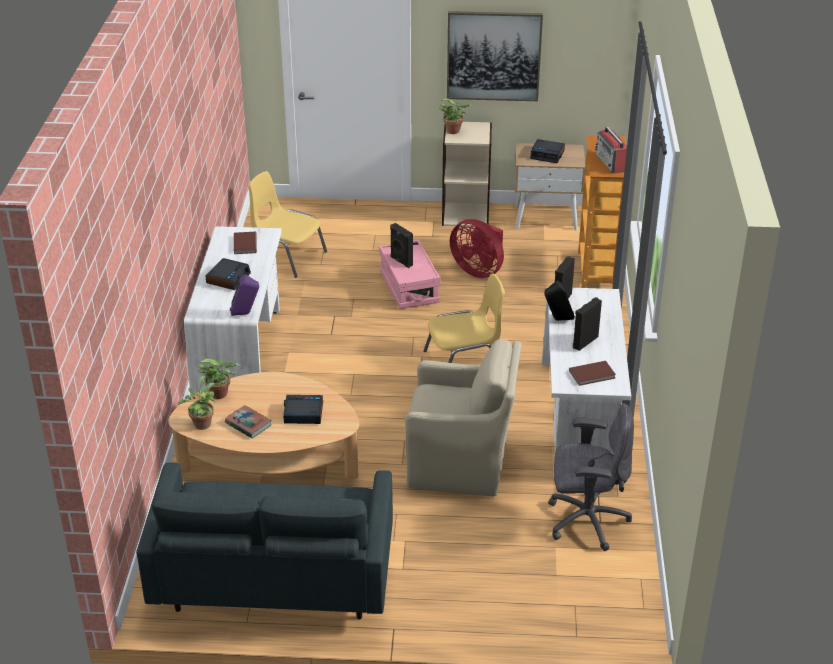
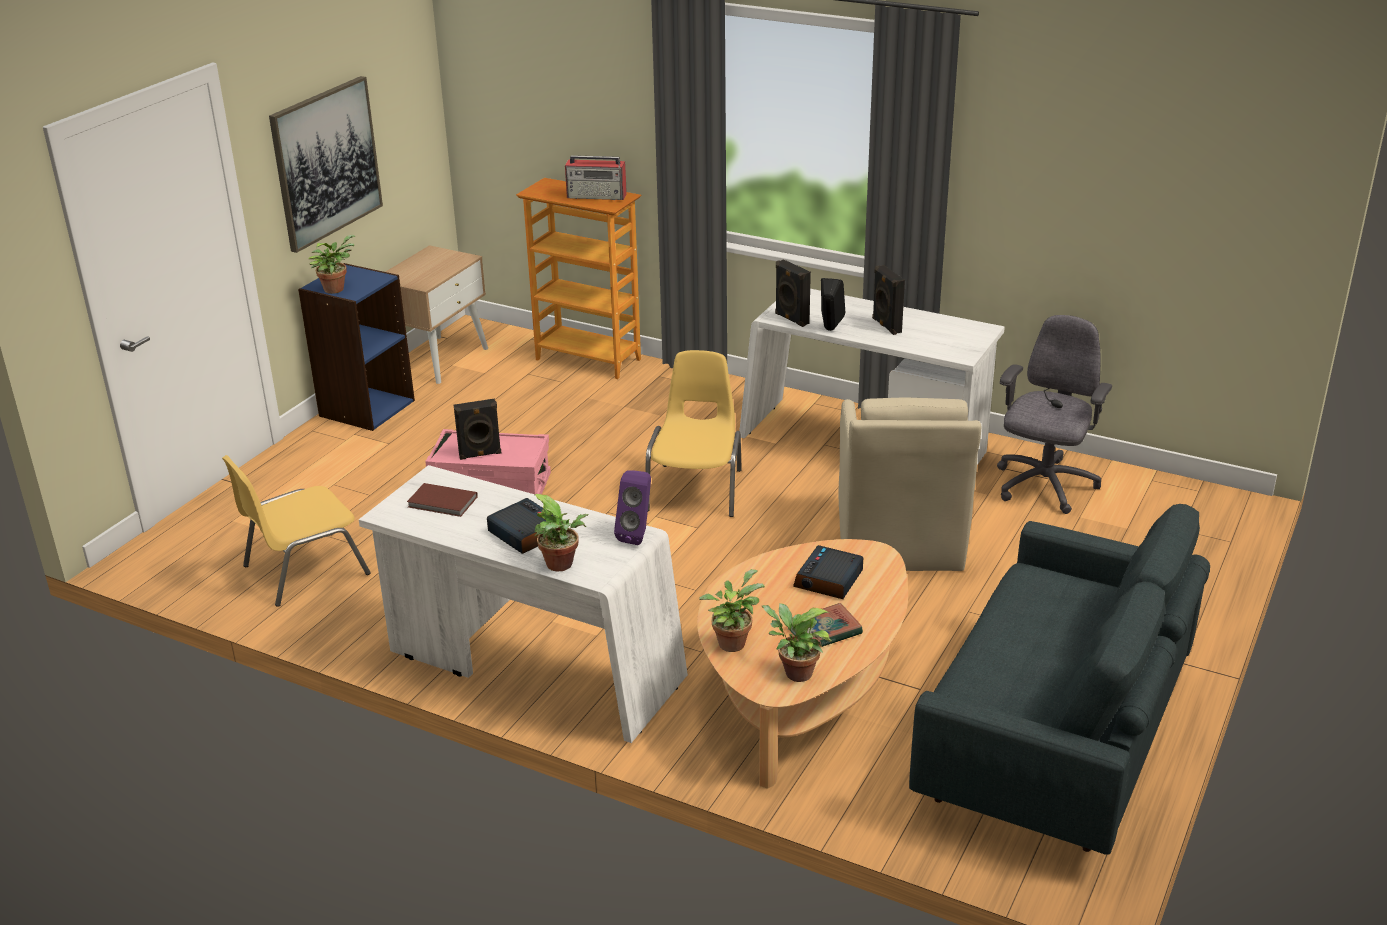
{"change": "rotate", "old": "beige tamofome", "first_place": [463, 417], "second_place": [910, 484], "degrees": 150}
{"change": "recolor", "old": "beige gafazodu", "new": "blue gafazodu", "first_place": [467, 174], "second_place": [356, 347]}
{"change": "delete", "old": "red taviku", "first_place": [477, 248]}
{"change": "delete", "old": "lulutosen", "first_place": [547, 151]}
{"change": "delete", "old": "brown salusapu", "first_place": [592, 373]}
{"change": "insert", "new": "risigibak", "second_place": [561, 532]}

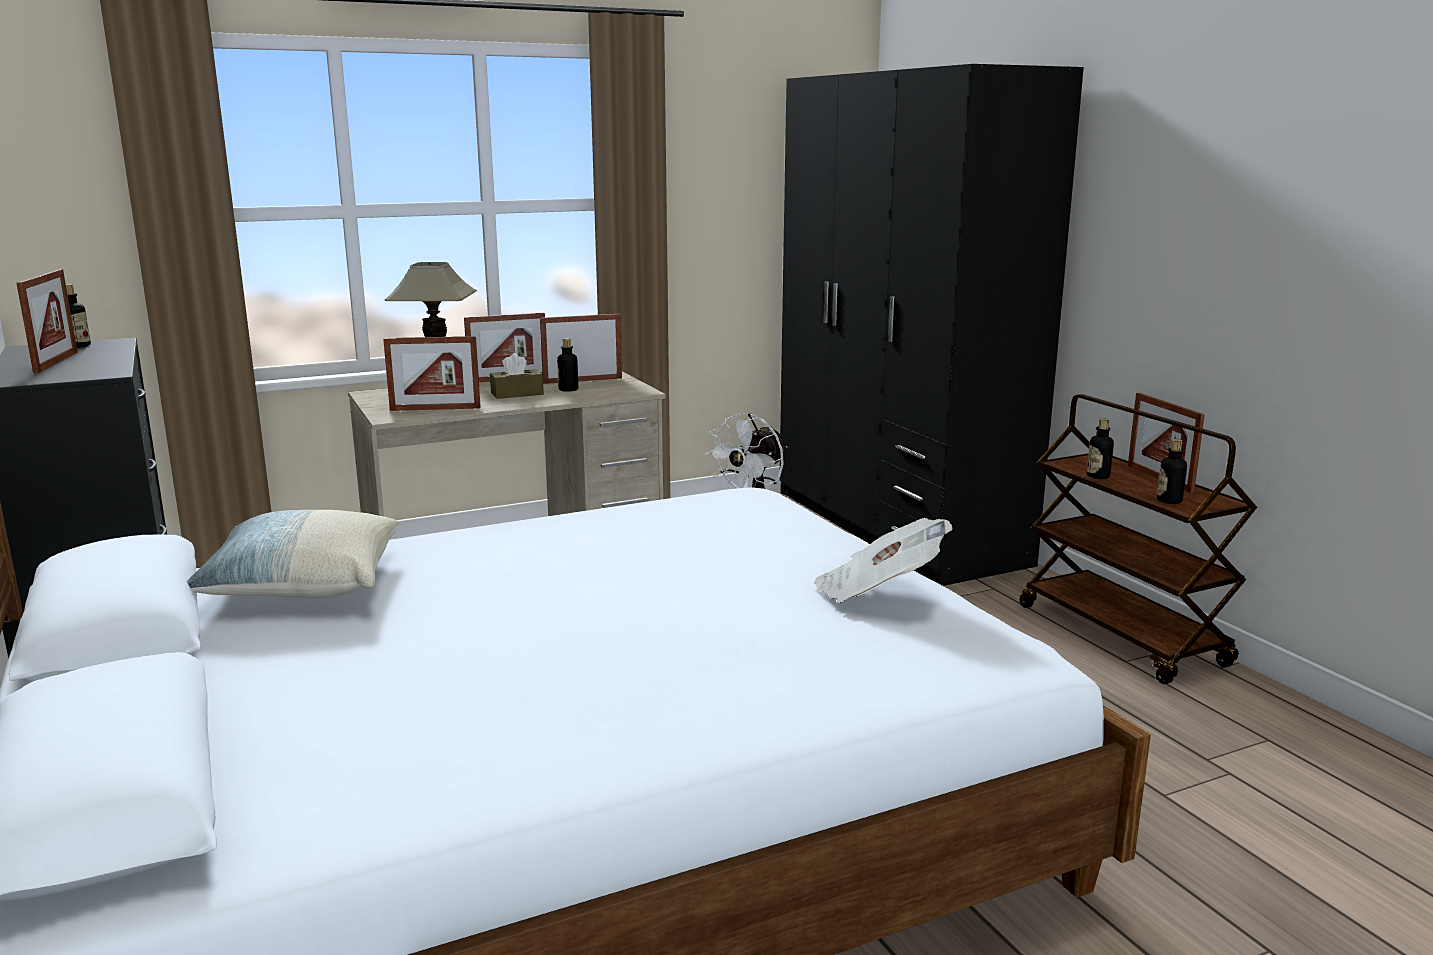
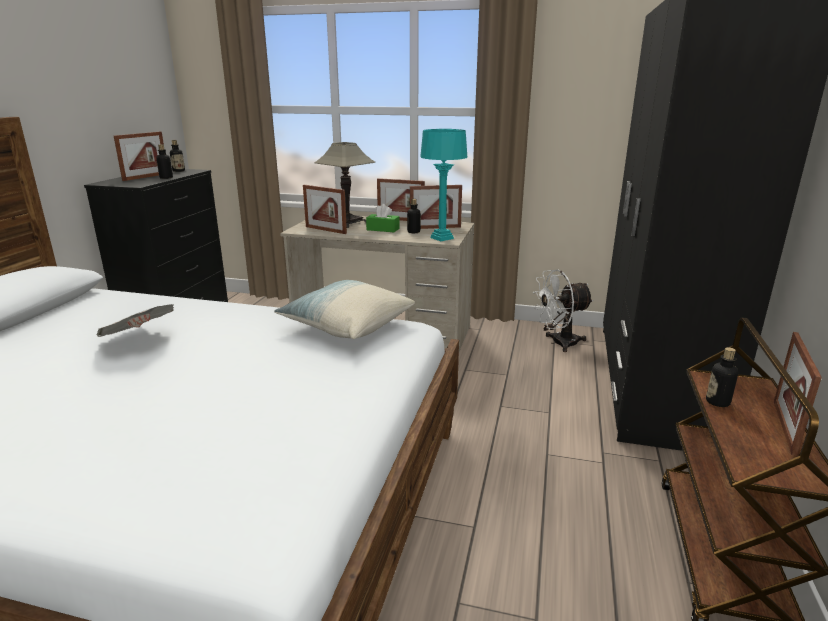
{"change": "move", "old": "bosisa", "first_place": [293, 554], "second_place": [344, 309]}
{"change": "recolor", "old": "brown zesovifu", "new": "green zesovifu", "first_place": [517, 376], "second_place": [383, 218]}
{"change": "rotate", "old": "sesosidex", "first_place": [581, 349], "second_place": [436, 207], "degrees": 150}
{"change": "move", "old": "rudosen", "first_place": [883, 560], "second_place": [135, 320]}
{"change": "move", "old": "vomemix", "first_place": [1172, 471], "second_place": [164, 161]}
{"change": "insert", "new": "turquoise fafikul", "second_place": [443, 185]}

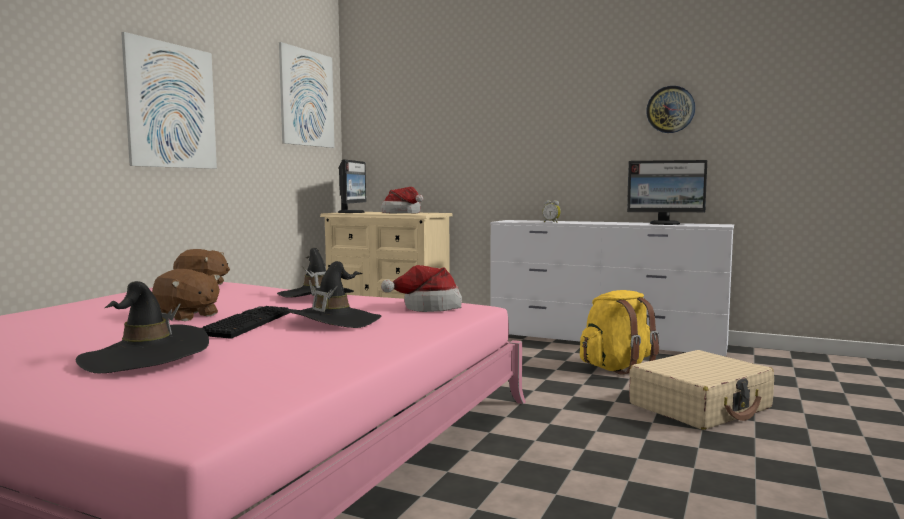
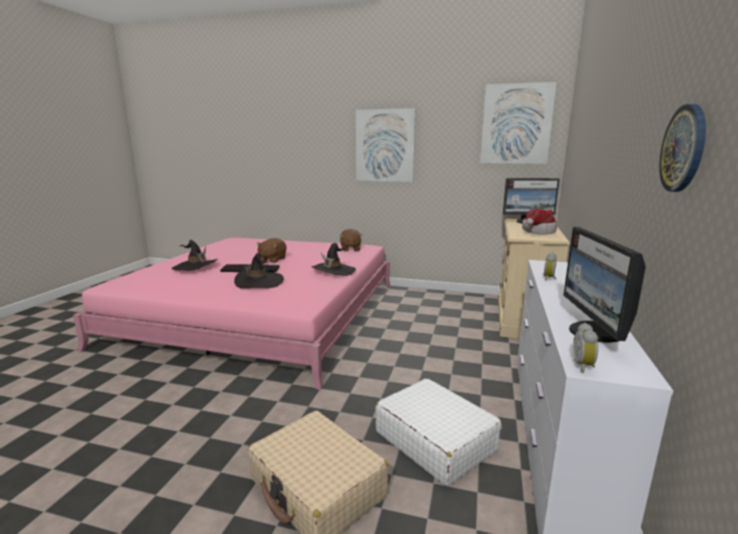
{"change": "delete", "old": "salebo", "first_place": [421, 288]}
{"change": "replace", "old": "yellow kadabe", "new": "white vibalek", "first_place": [620, 332], "second_place": [438, 432]}
{"change": "insert", "new": "lulutosen", "second_place": [585, 348]}

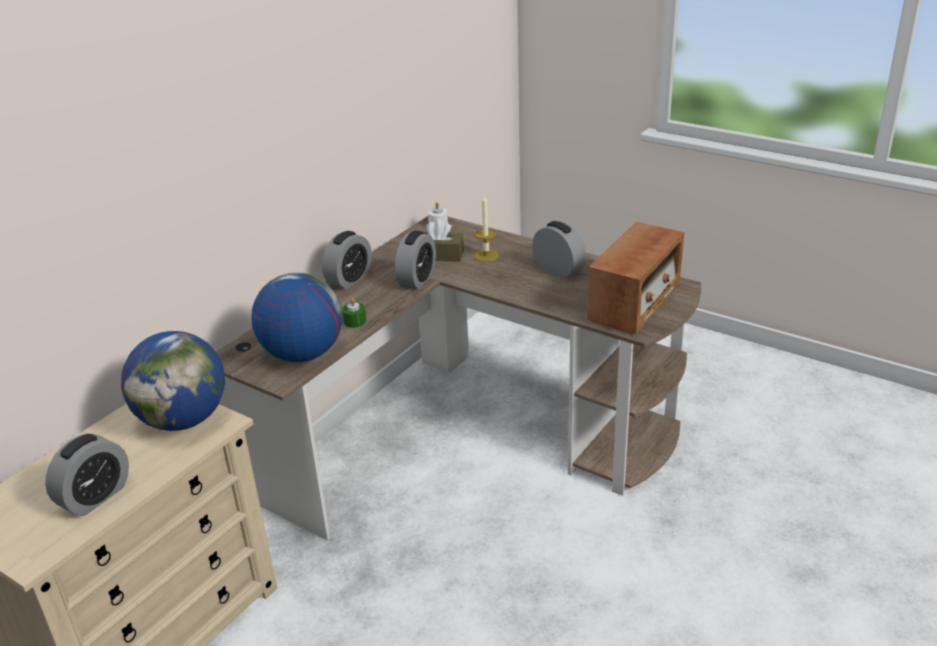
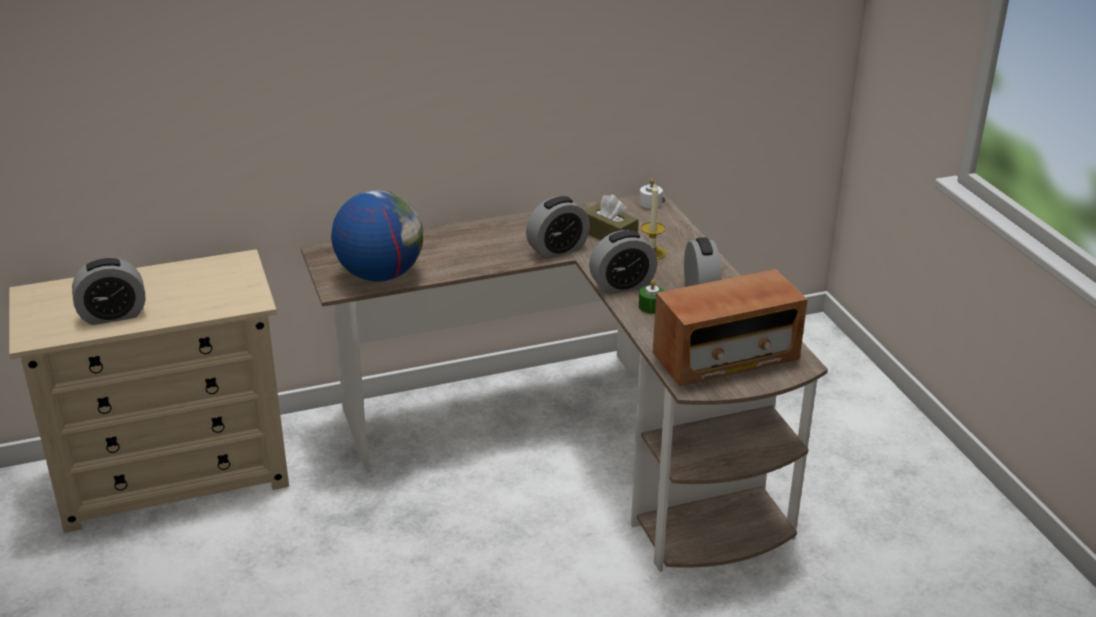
{"change": "delete", "old": "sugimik", "first_place": [173, 381]}
{"change": "move", "old": "lulutosen", "first_place": [347, 260], "second_place": [623, 262]}
{"change": "move", "old": "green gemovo", "first_place": [354, 313], "second_place": [652, 297]}

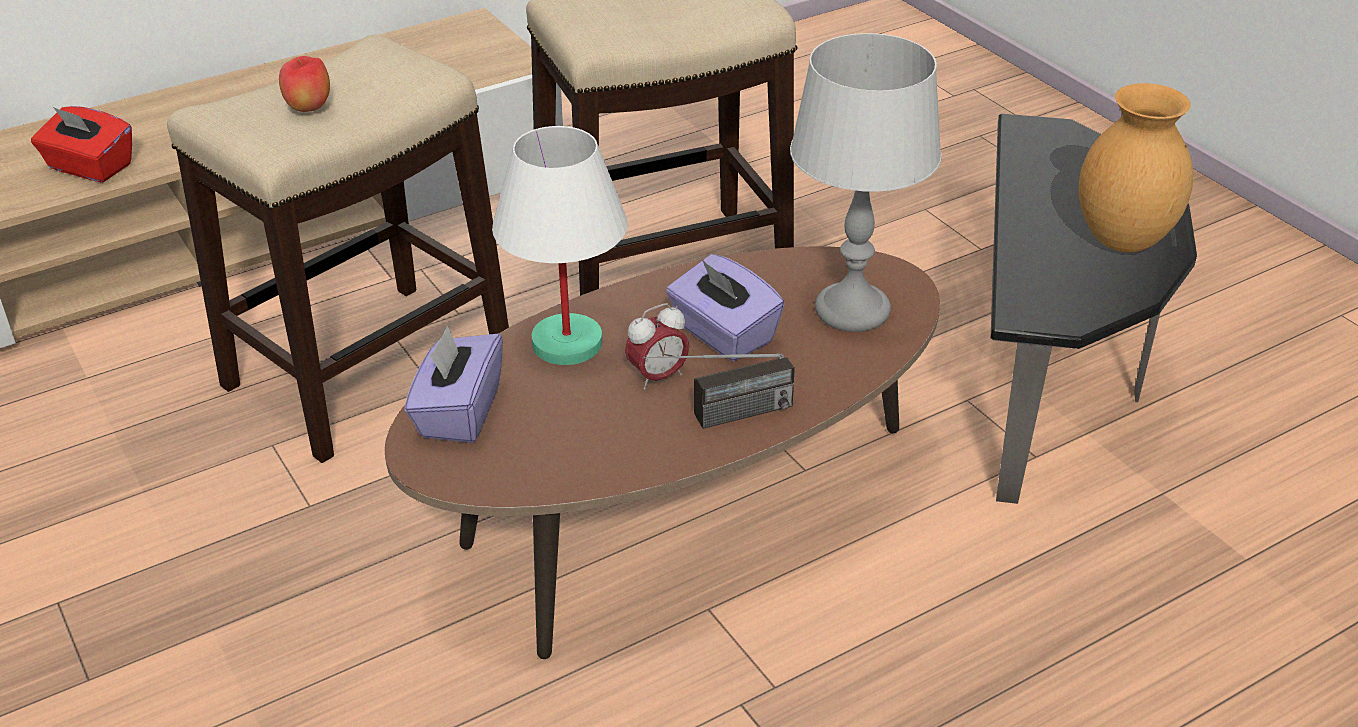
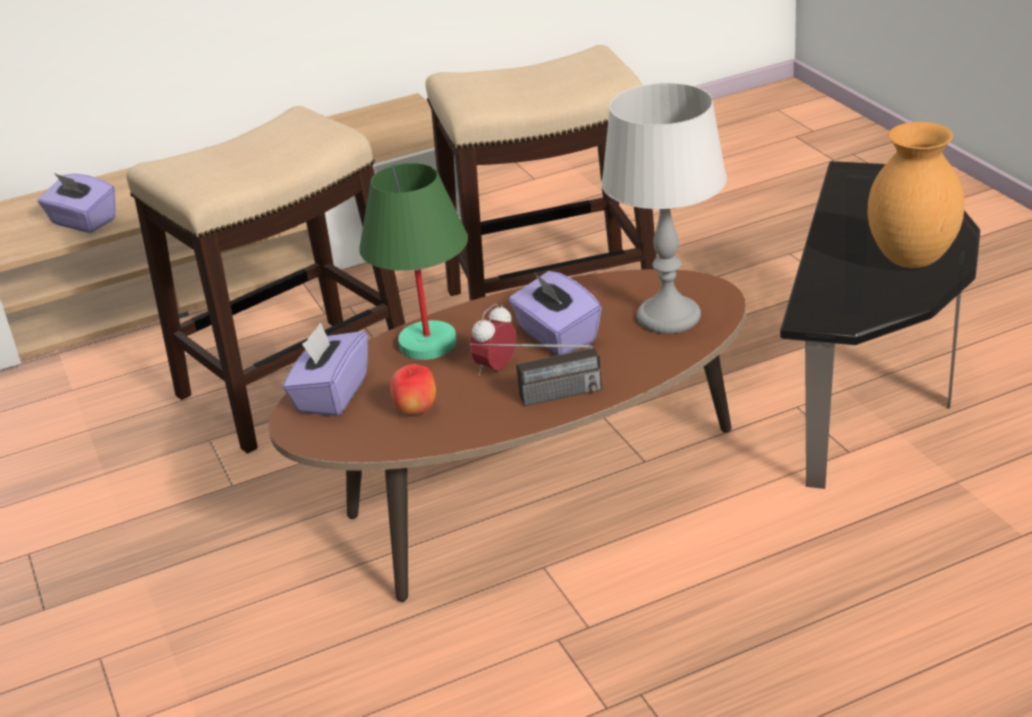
{"change": "recolor", "old": "red zesovifu", "new": "purple zesovifu", "first_place": [81, 144], "second_place": [77, 203]}
{"change": "move", "old": "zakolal", "first_place": [304, 84], "second_place": [413, 389]}
{"change": "recolor", "old": "white fafikul", "new": "green fafikul", "first_place": [560, 245], "second_place": [413, 261]}
{"change": "rotate", "old": "lulutosen", "first_place": [657, 346], "second_place": [493, 340], "degrees": 150}

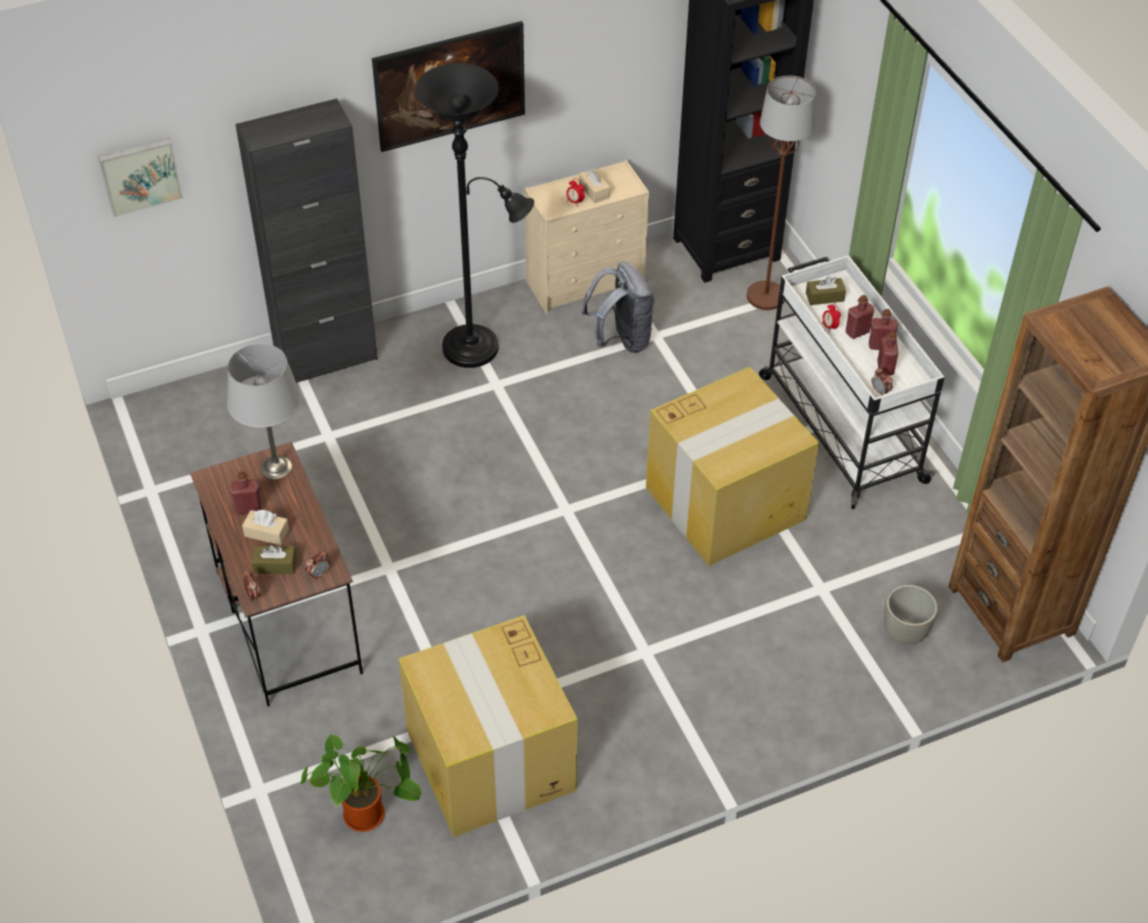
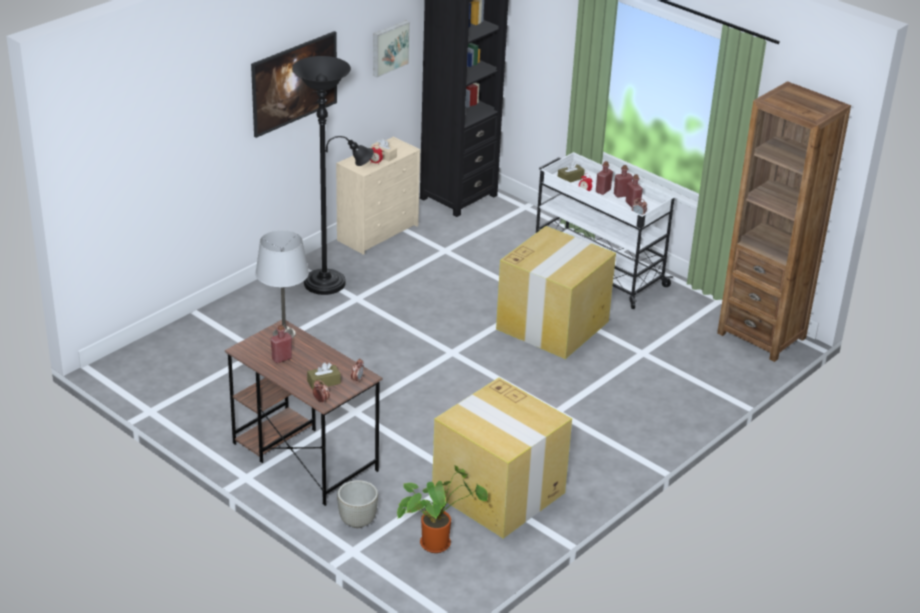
{"change": "move", "old": "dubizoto", "first_place": [140, 177], "second_place": [391, 48]}
{"change": "delete", "old": "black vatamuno", "first_place": [306, 240]}
{"change": "delete", "old": "beige zesovifu", "first_place": [265, 527]}
{"change": "delete", "old": "grey kadabe", "first_place": [618, 307]}
{"change": "delete", "old": "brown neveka", "first_place": [781, 193]}
{"change": "move", "old": "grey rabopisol", "first_place": [911, 615], "second_place": [357, 504]}

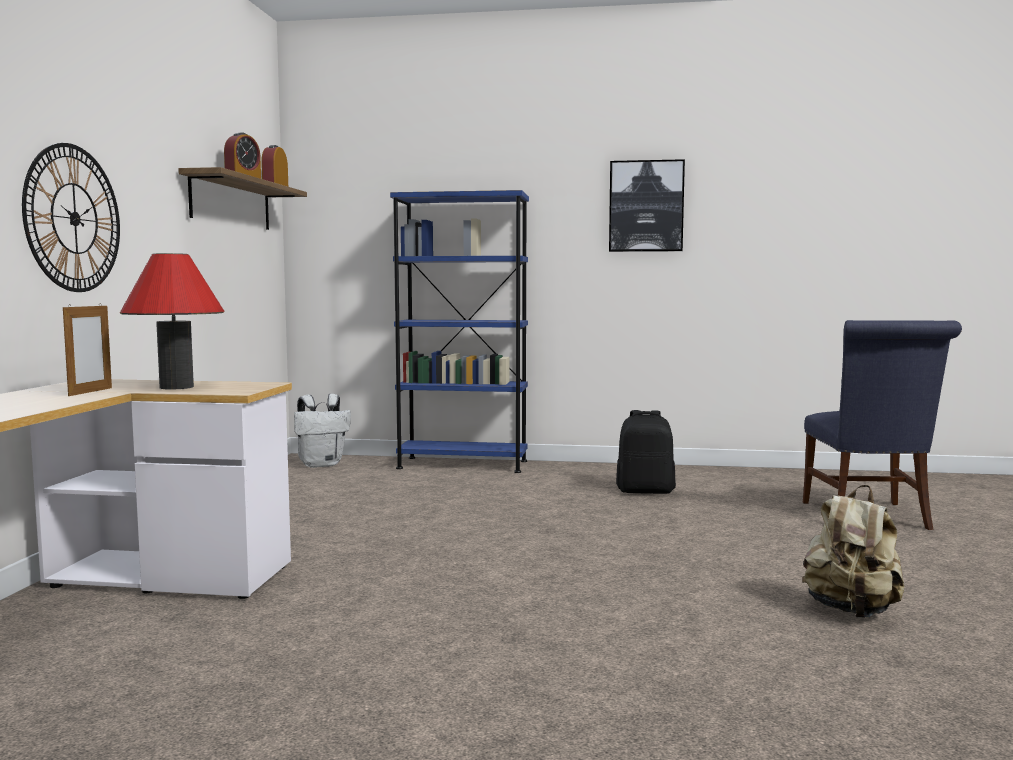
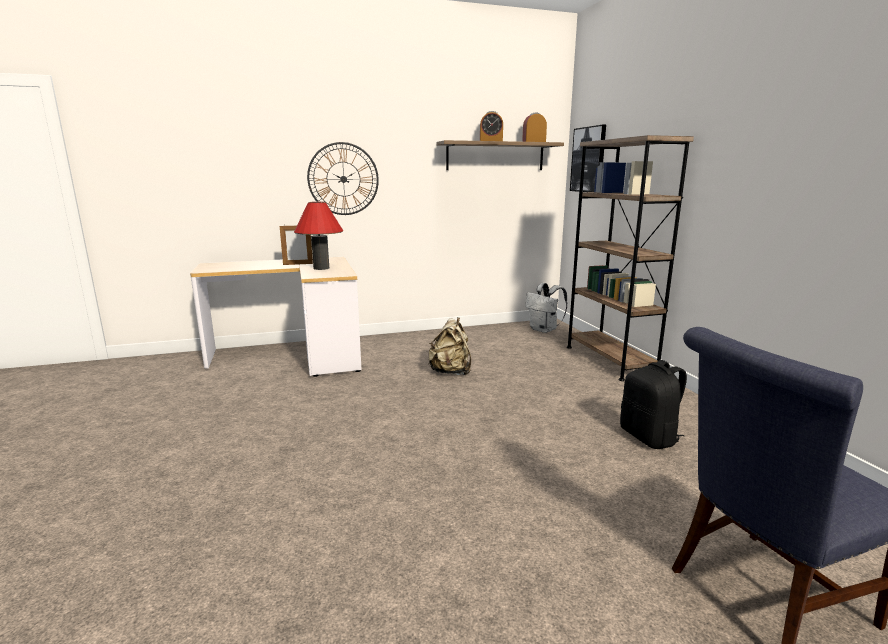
{"change": "recolor", "old": "blue gafazodu", "new": "brown gafazodu", "first_place": [459, 331], "second_place": [630, 258]}
{"change": "move", "old": "dubizoto", "first_place": [647, 205], "second_place": [588, 158]}
{"change": "move", "old": "beige kadabe", "first_place": [853, 551], "second_place": [450, 346]}

